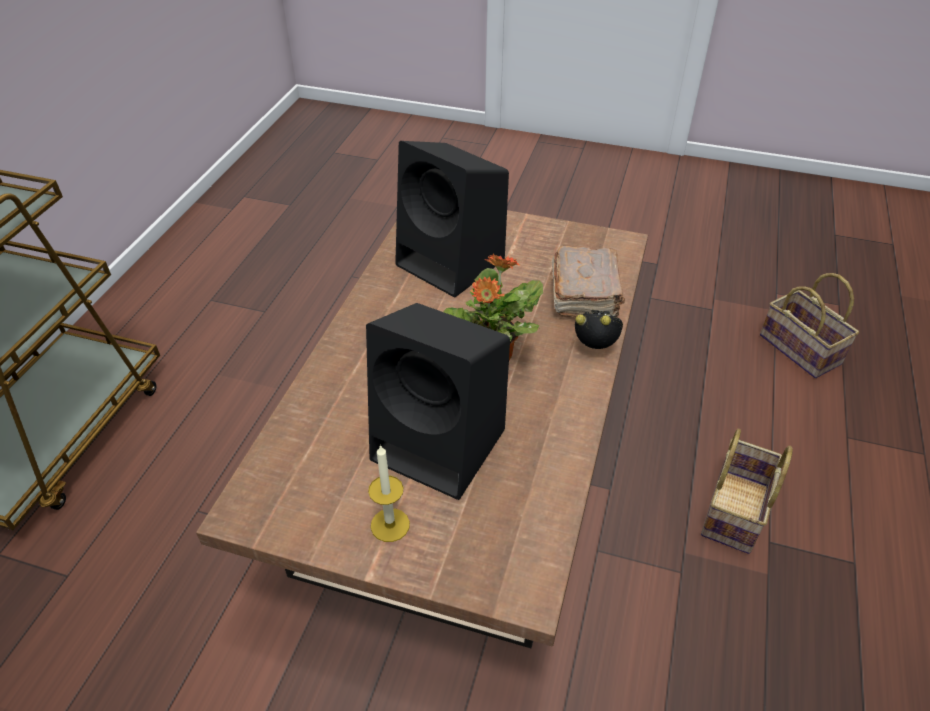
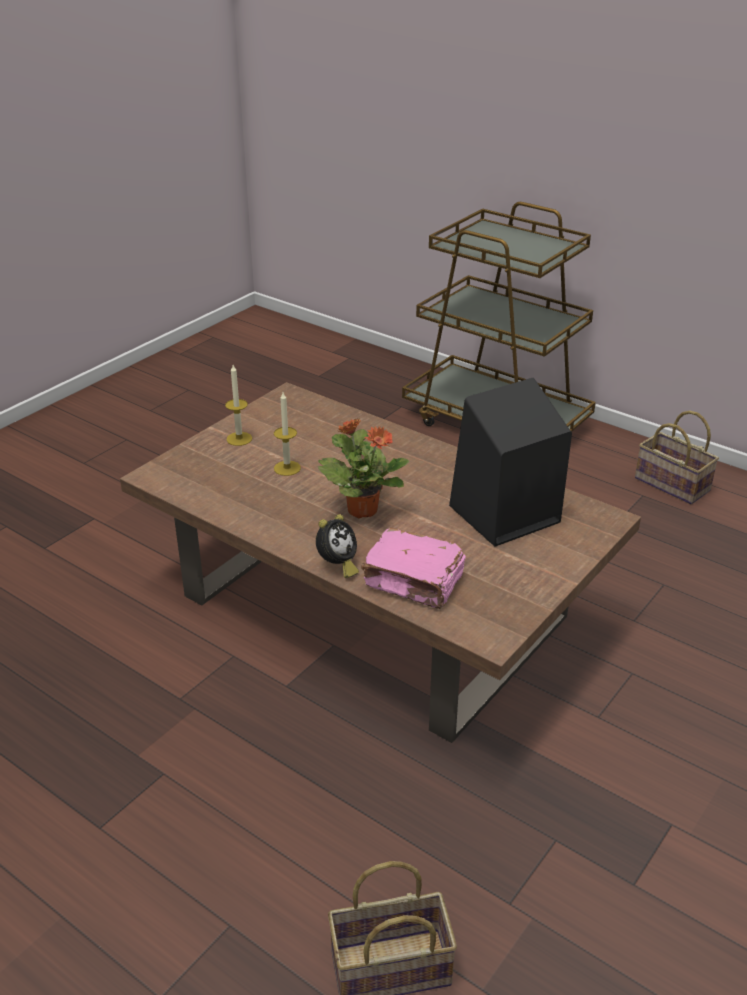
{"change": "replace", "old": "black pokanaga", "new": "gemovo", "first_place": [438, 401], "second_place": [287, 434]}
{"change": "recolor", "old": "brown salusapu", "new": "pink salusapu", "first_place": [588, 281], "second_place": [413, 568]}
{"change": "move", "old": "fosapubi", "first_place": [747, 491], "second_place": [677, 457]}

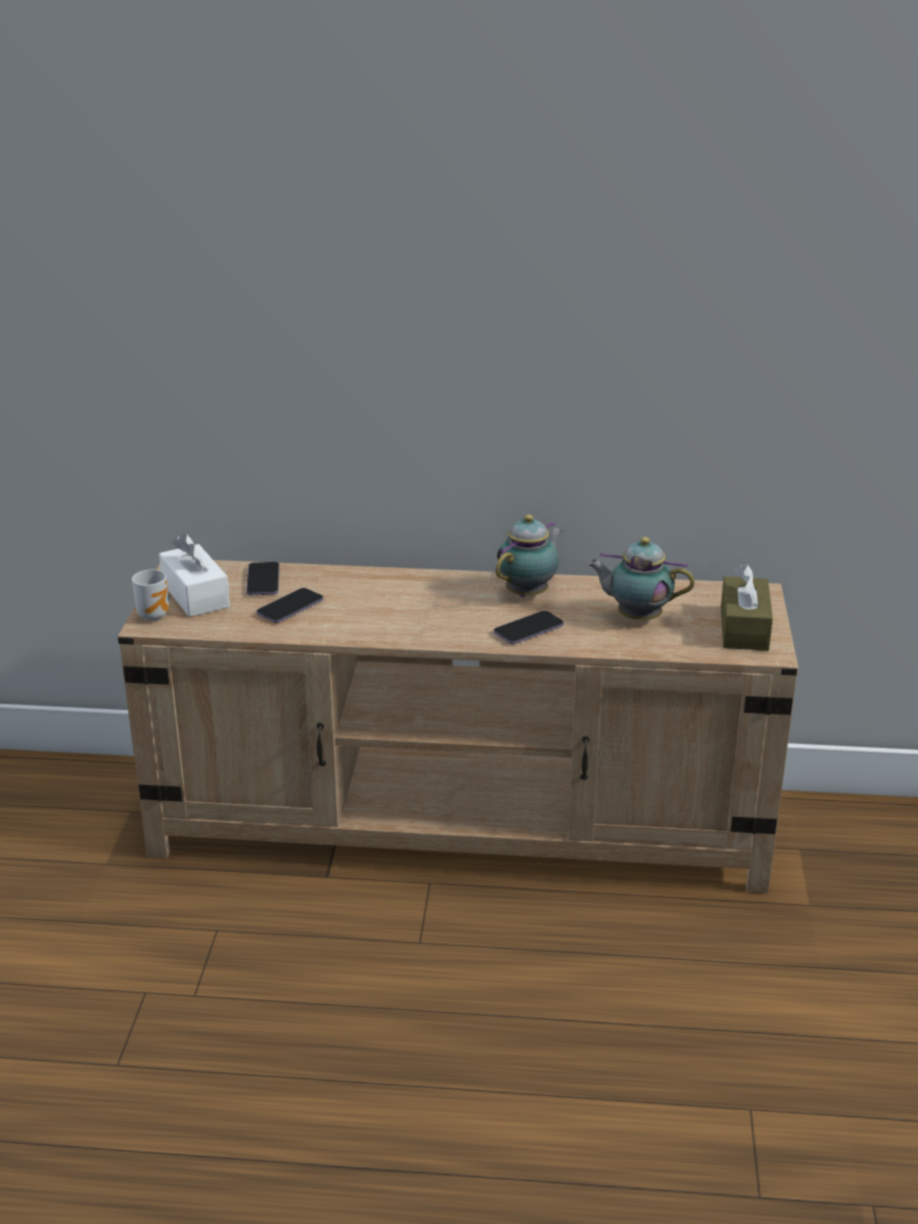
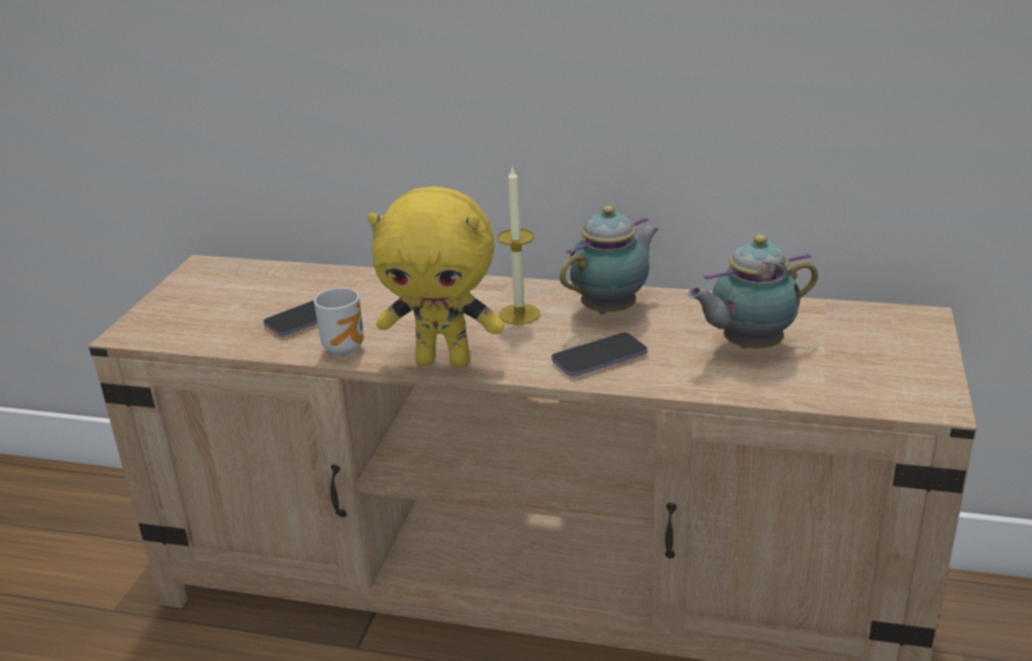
{"change": "move", "old": "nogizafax", "first_place": [150, 595], "second_place": [339, 322]}
{"change": "delete", "old": "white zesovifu", "first_place": [194, 575]}
{"change": "delete", "old": "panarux", "first_place": [262, 578]}
{"change": "rotate", "old": "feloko", "first_place": [640, 578], "second_place": [753, 292], "degrees": -45}
{"change": "delete", "old": "brown zesovifu", "first_place": [747, 607]}
{"change": "insert", "new": "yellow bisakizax", "second_place": [436, 276]}
{"change": "insert", "new": "gemovo", "second_place": [519, 245]}

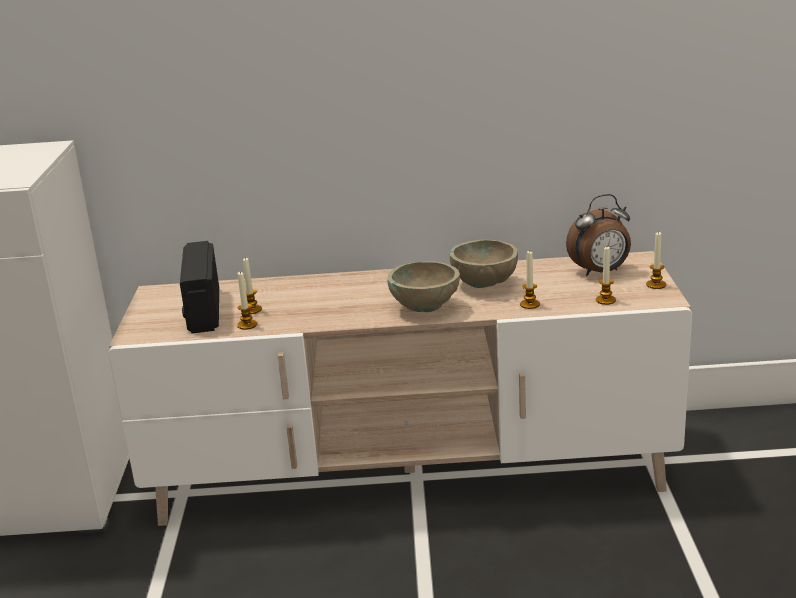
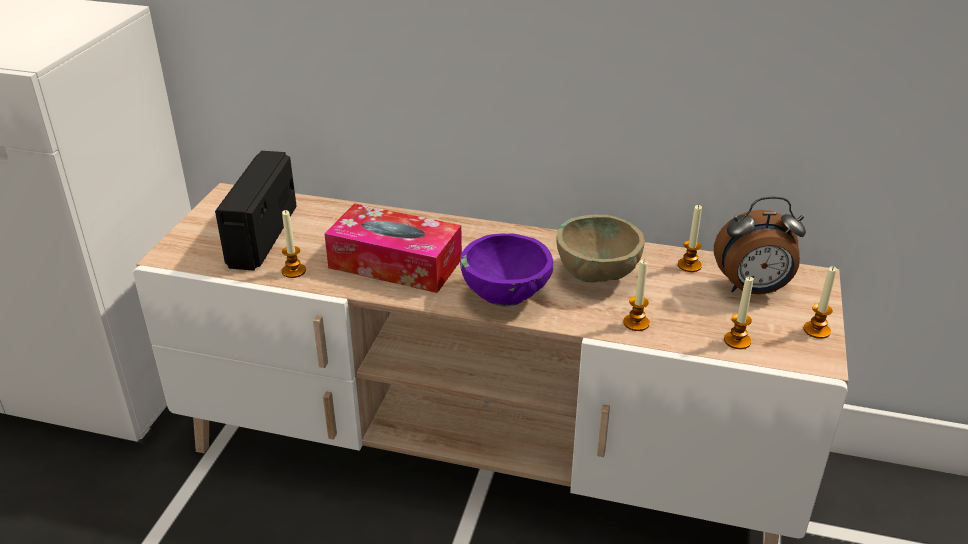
{"change": "move", "old": "gemovo", "first_place": [252, 286], "second_place": [690, 238]}
{"change": "recolor", "old": "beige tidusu", "new": "purple tidusu", "first_place": [423, 286], "second_place": [506, 270]}
{"change": "insert", "new": "zesovifu", "second_place": [393, 248]}

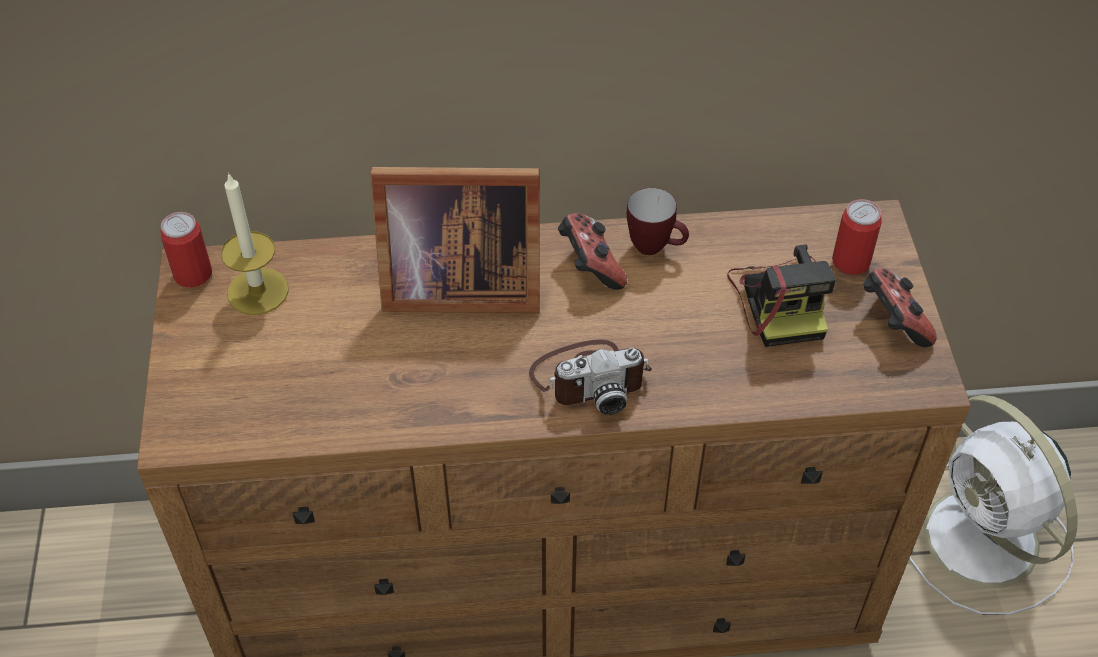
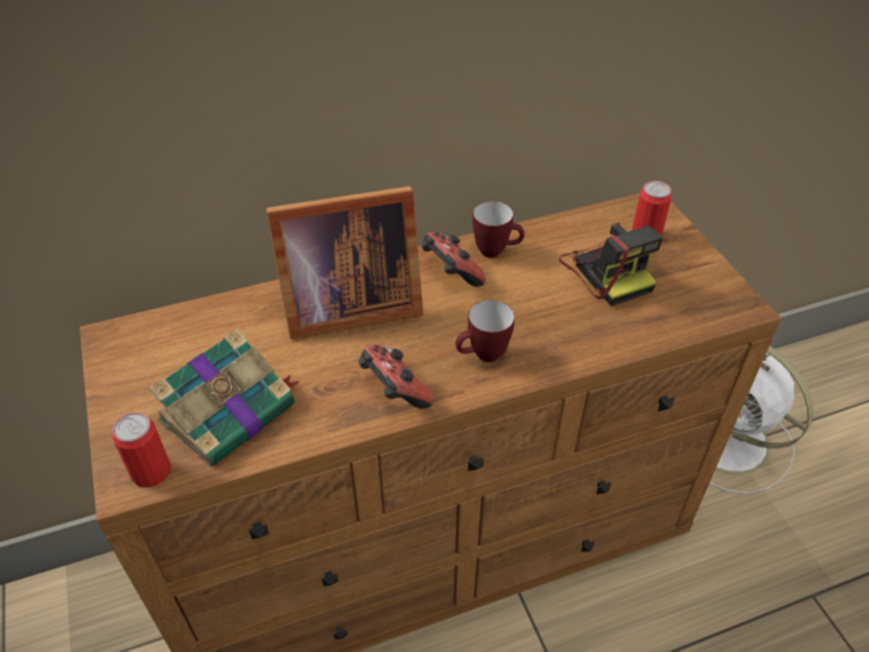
{"change": "move", "old": "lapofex", "first_place": [186, 250], "second_place": [141, 449]}
{"change": "delete", "old": "gemovo", "first_place": [255, 243]}
{"change": "replace", "old": "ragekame", "new": "nogizafax", "first_place": [590, 377], "second_place": [485, 331]}
{"change": "move", "old": "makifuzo", "first_place": [900, 308], "second_place": [396, 377]}
{"change": "insert", "new": "salusapu", "second_place": [224, 398]}

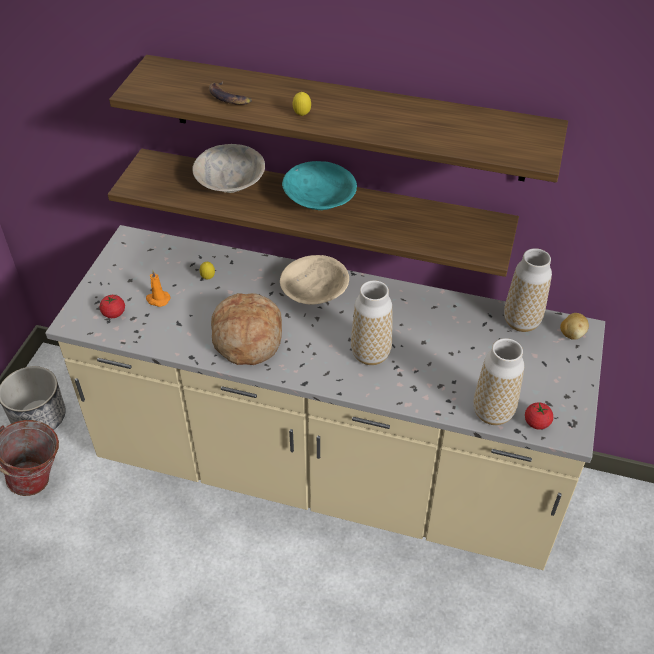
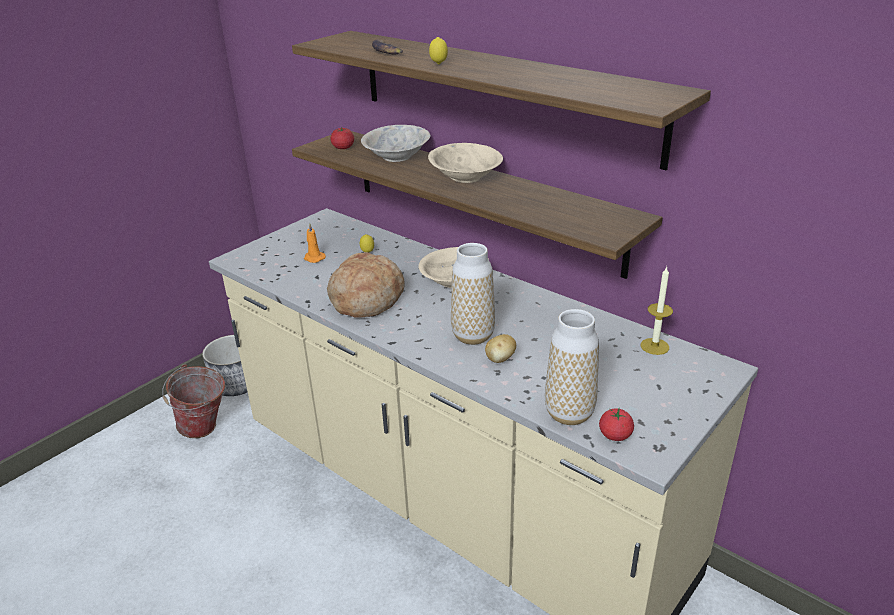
{"change": "move", "old": "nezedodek", "first_place": [112, 306], "second_place": [342, 138]}
{"change": "recolor", "old": "turquoise tidusu", "new": "beige tidusu", "first_place": [319, 185], "second_place": [465, 163]}
{"change": "replace", "old": "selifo", "new": "gemovo", "first_place": [528, 290], "second_place": [657, 311]}
{"change": "move", "old": "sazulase", "first_place": [574, 326], "second_place": [500, 348]}

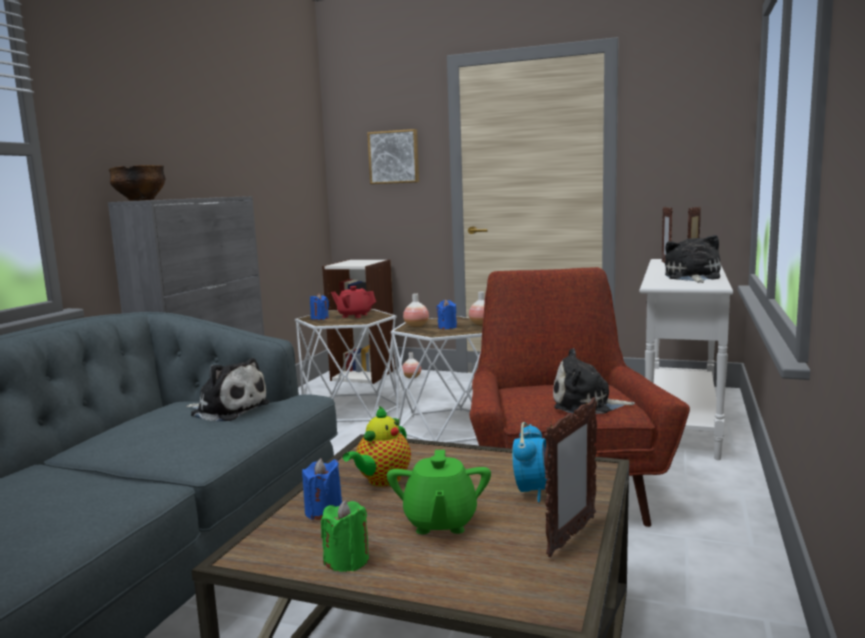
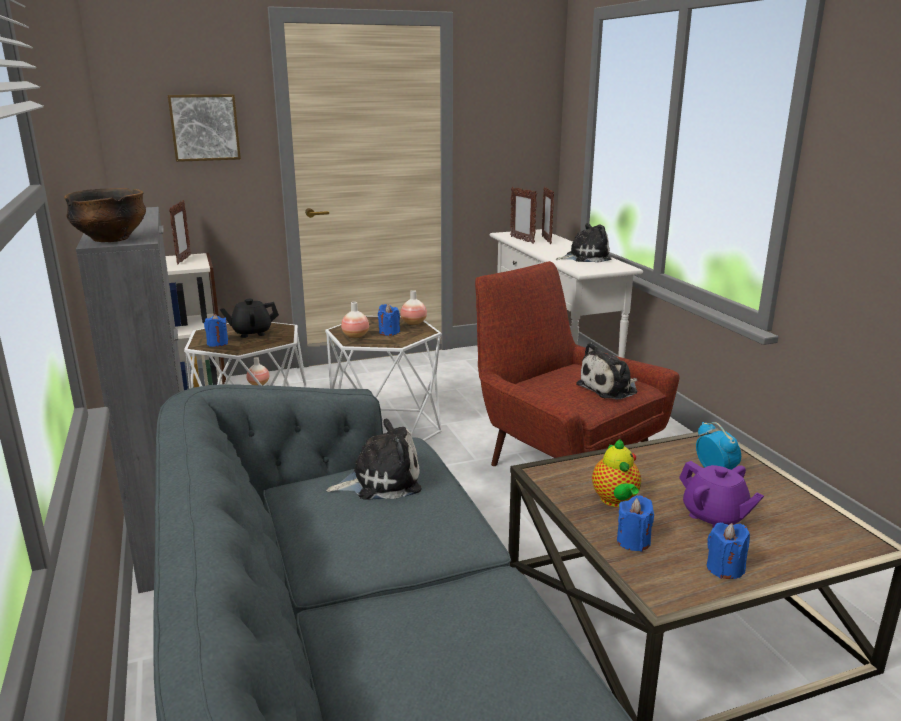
{"change": "recolor", "old": "green gemovo", "new": "blue gemovo", "first_place": [345, 536], "second_place": [728, 551]}
{"change": "recolor", "old": "red feloko", "new": "black feloko", "first_place": [353, 302], "second_place": [249, 318]}
{"change": "recolor", "old": "green feloko", "new": "purple feloko", "first_place": [439, 492], "second_place": [721, 494]}
{"change": "move", "old": "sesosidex", "first_place": [570, 477], "second_place": [180, 232]}
{"change": "rotate", "old": "bisakizax", "first_place": [693, 259], "second_place": [583, 243], "degrees": 105}

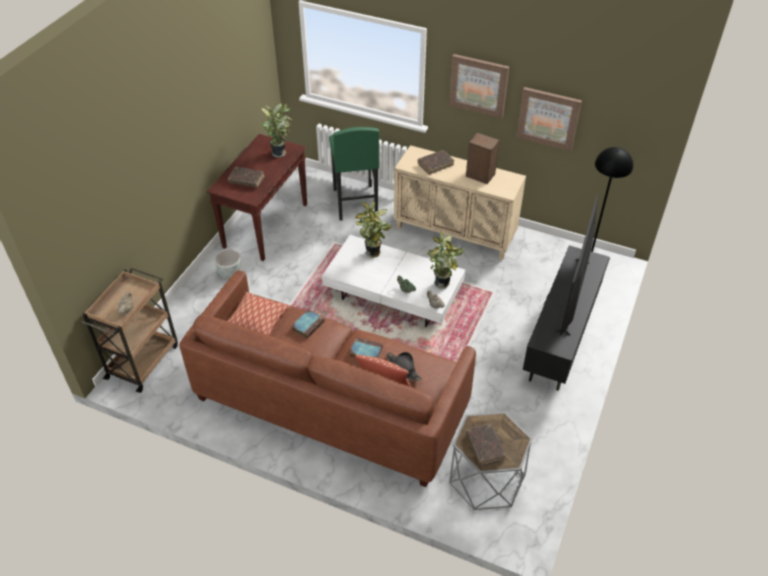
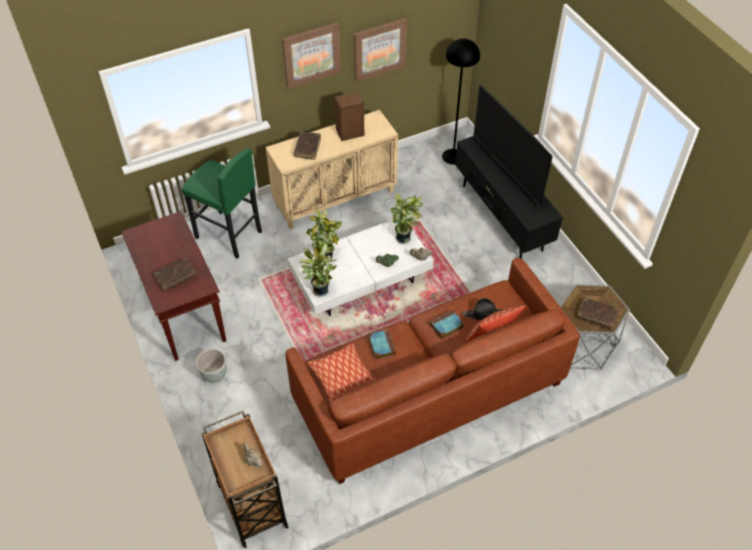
{"change": "move", "old": "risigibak", "first_place": [276, 130], "second_place": [318, 268]}

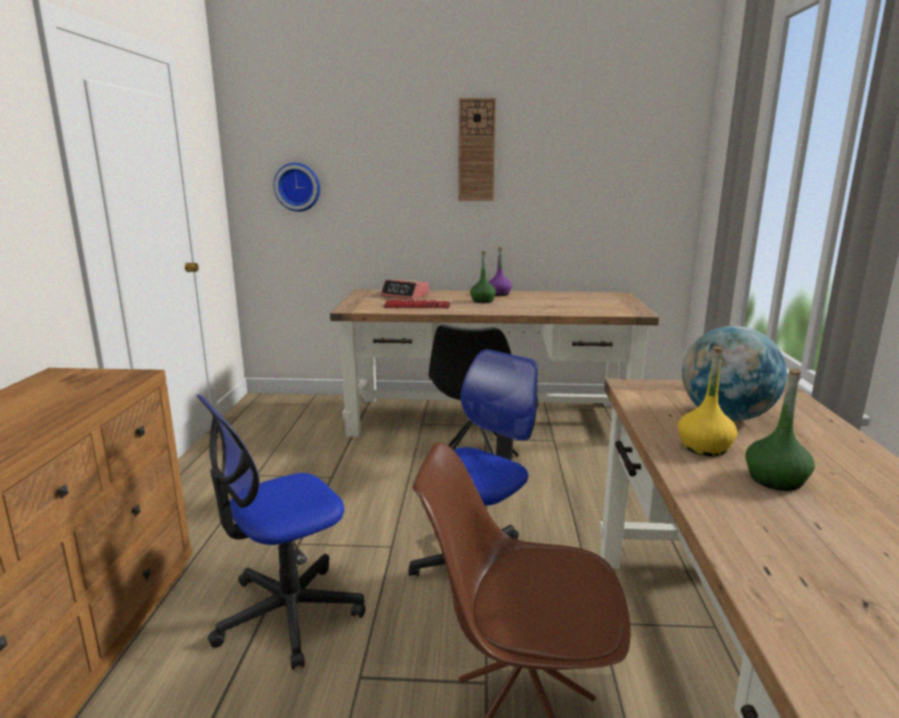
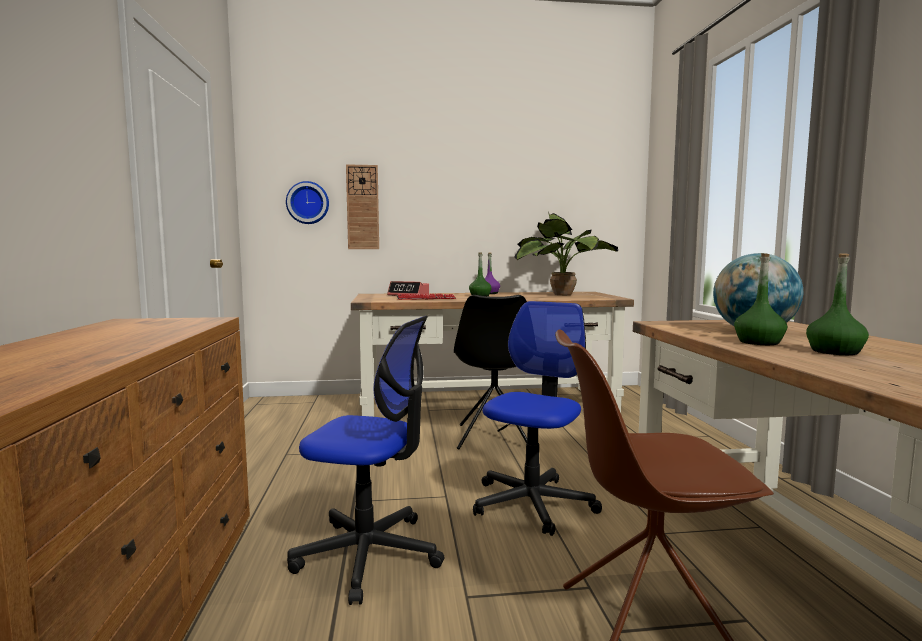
{"change": "rotate", "old": "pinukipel", "first_place": [281, 532], "second_place": [366, 460], "degrees": -120}
{"change": "move", "old": "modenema", "first_place": [477, 149], "second_place": [362, 206]}
{"change": "recolor", "old": "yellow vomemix", "new": "green vomemix", "first_place": [707, 401], "second_place": [760, 299]}
{"change": "insert", "new": "risigibak", "second_place": [566, 254]}

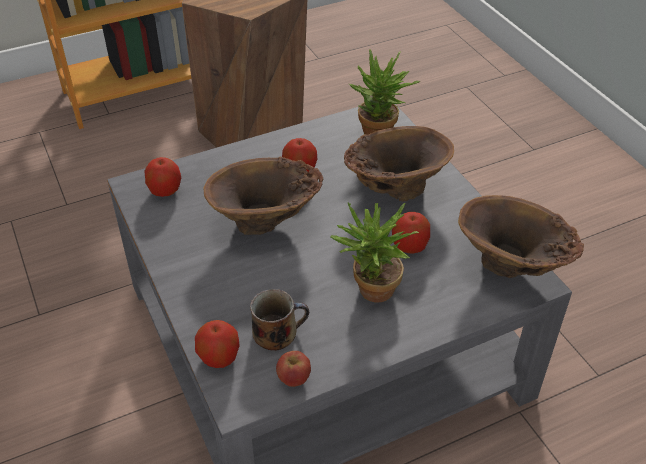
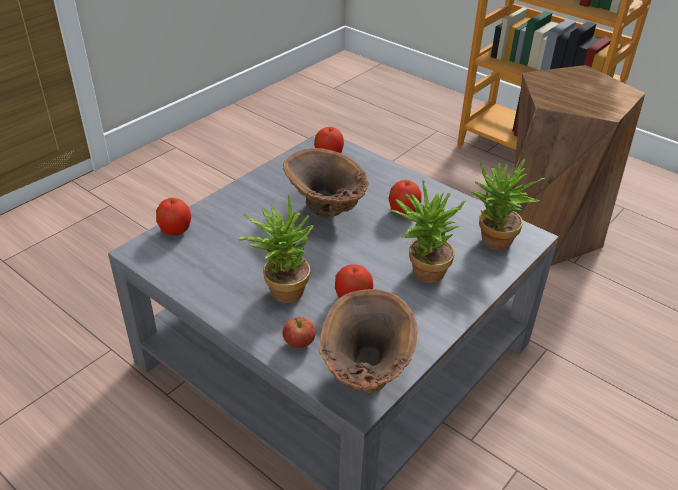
{"change": "delete", "old": "nogizafax", "first_place": [279, 320]}
{"change": "move", "old": "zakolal", "first_place": [293, 369], "second_place": [299, 332]}
{"change": "replace", "old": "brown selifo", "new": "risigibak", "first_place": [399, 163], "second_place": [428, 231]}

